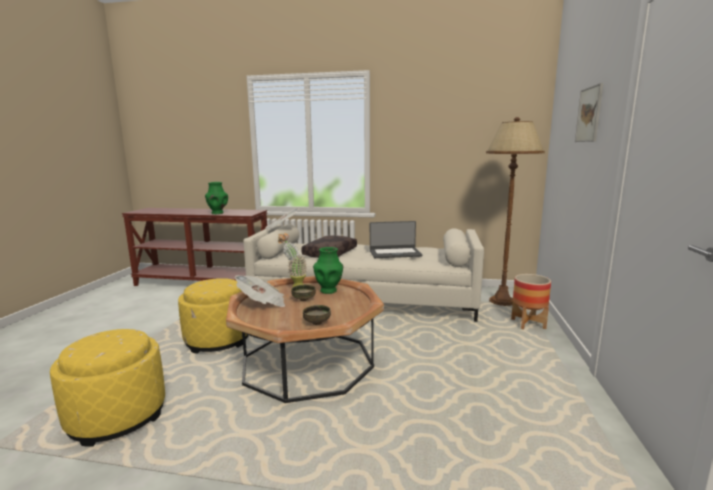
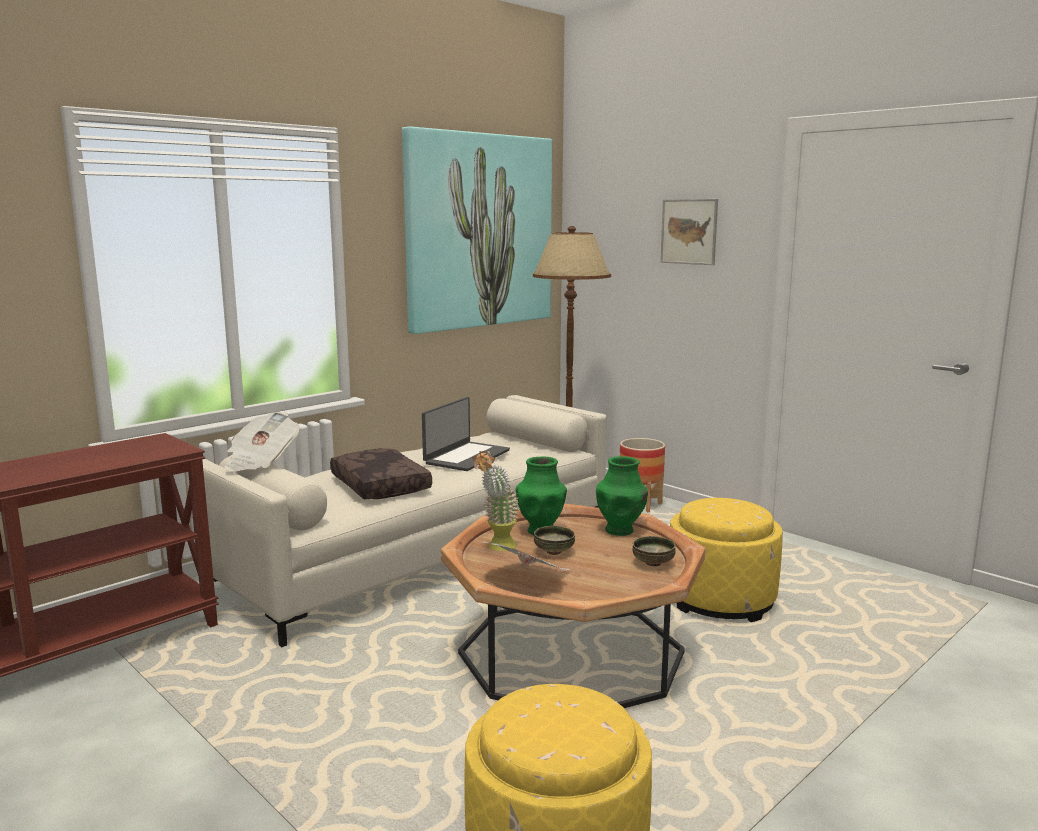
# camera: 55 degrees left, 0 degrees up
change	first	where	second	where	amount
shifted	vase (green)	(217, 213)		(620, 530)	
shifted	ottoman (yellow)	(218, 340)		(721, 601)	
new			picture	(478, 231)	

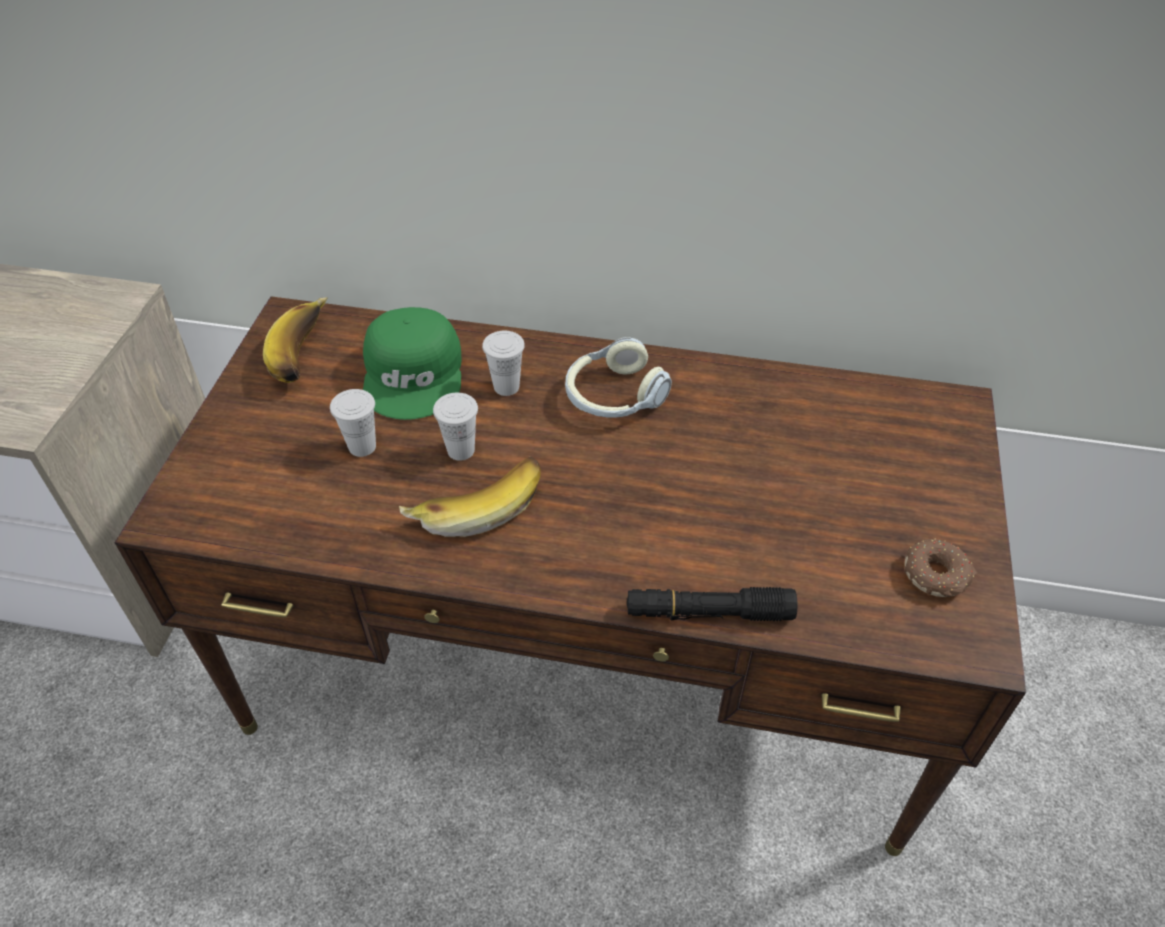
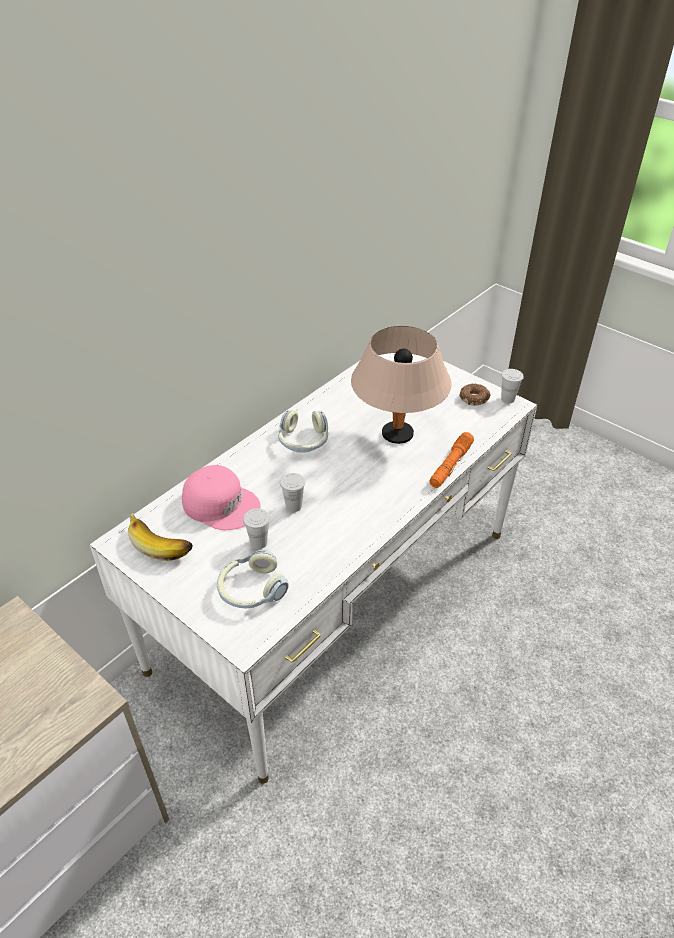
# camera: 60 degrees left, 5 degrees down
change	first	where	second	where	amount
repainted	desk (brown)	(584, 664)	desk (white)	(335, 599)	
repainted	cap (green)	(415, 374)	cap (pink)	(221, 504)	
shifted	cup (white)	(506, 387)		(507, 399)	
gone	banana	(476, 505)			
repainted	flashlight (black)	(708, 612)	flashlight (orange)	(450, 465)	
new			table lamp (beige)	(397, 435)	
new			headphones	(251, 590)	

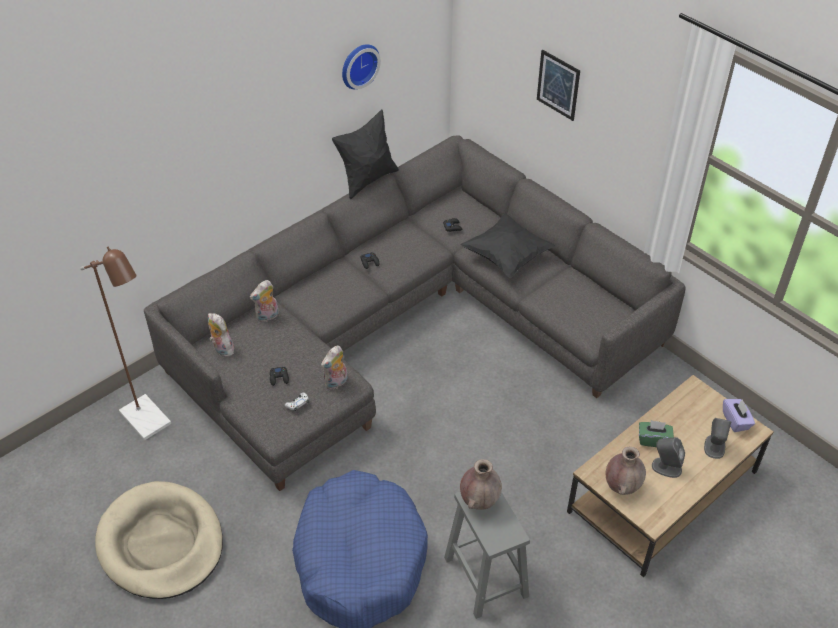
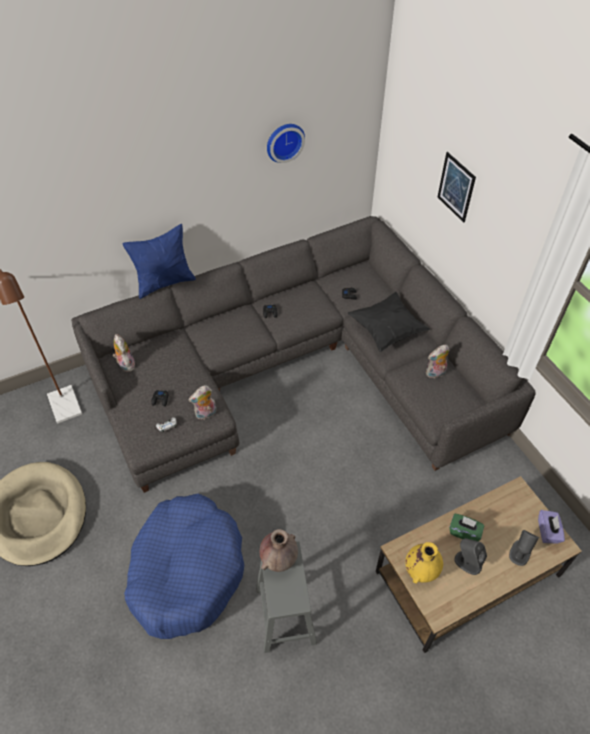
# camera: 15 degrees right, 5 degrees up
change	first	where	second	where	amount
gone	pillow (black)	(367, 179)			
shifted	plush toy	(267, 317)		(435, 374)	
repainted	vase (brown)	(622, 486)	vase (yellow)	(420, 571)	
new			pillow (blue)	(164, 283)	

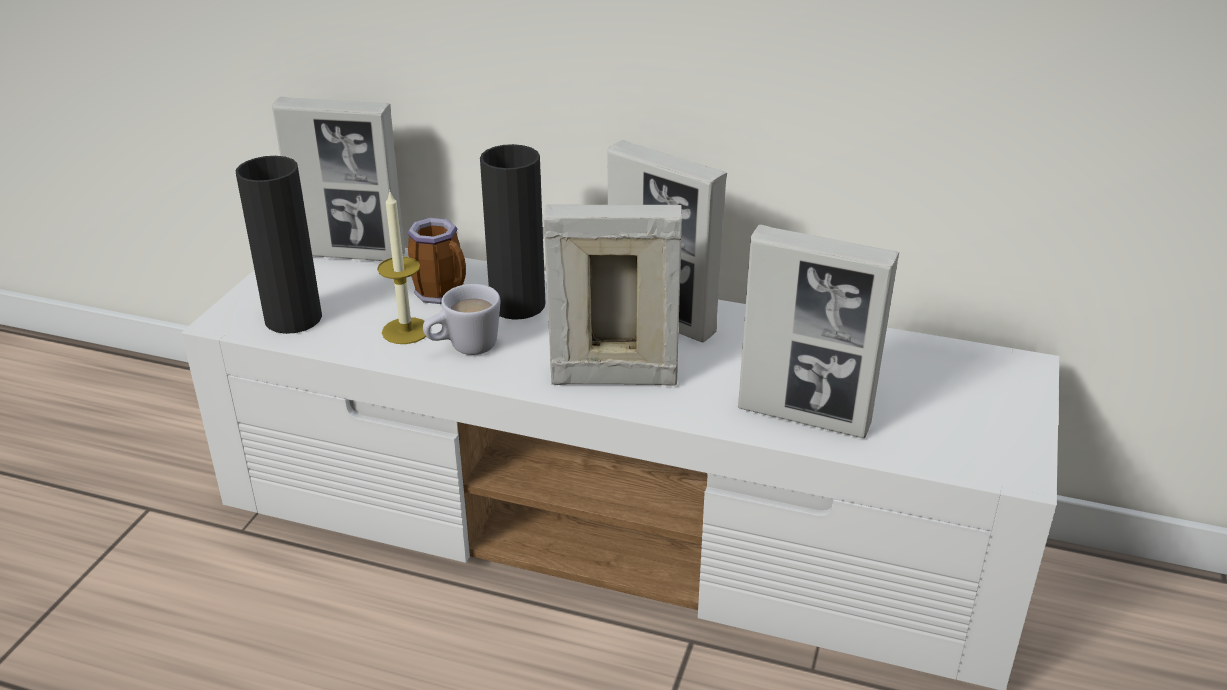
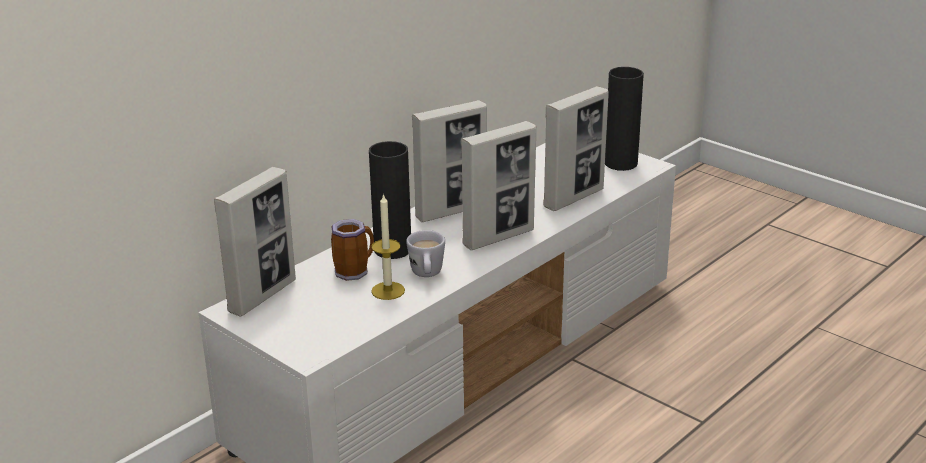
# camera: 65 degrees left, 5 degrees down
change	first	where	second	where	amount
shifted	vase (black)	(293, 318)		(621, 163)	
rotated	picture frame	(613, 378)		(498, 237)	150 degrees counterclockwise

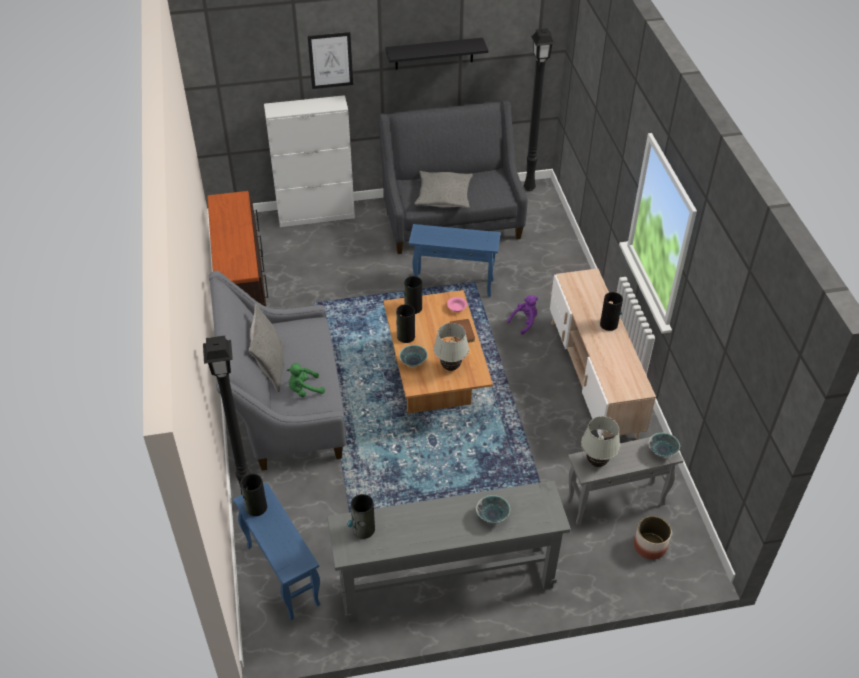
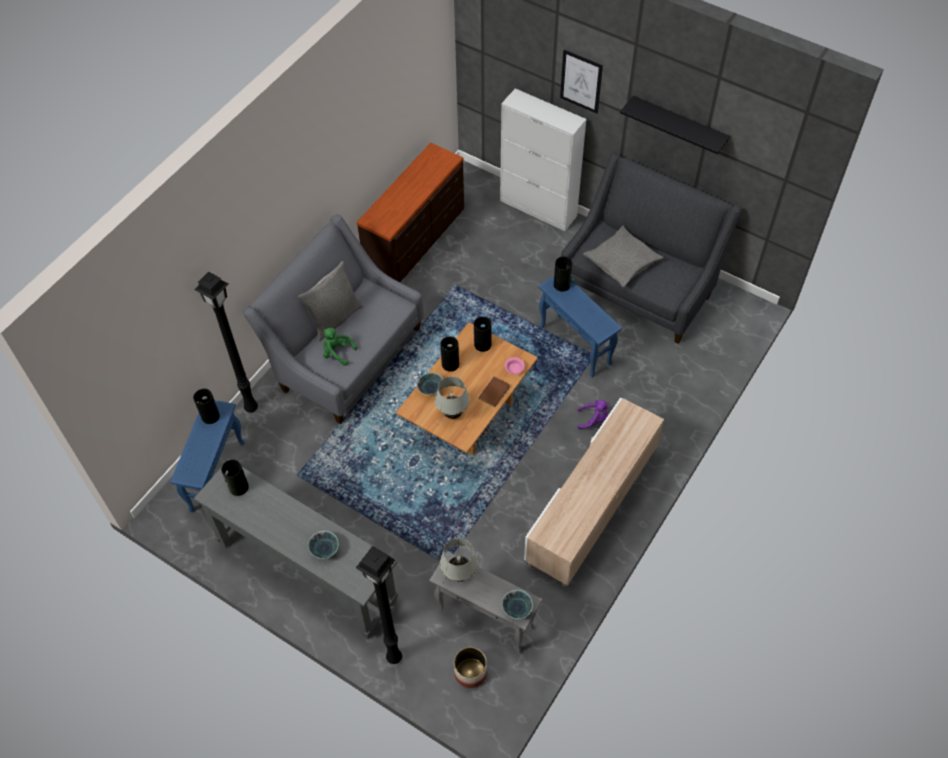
# camera: 45 degrees right, 10 degrees up
change	first	where	second	where	amount
shifted	floor lamp (black)	(529, 187)		(395, 657)	
shifted	vase	(609, 324)		(562, 284)	

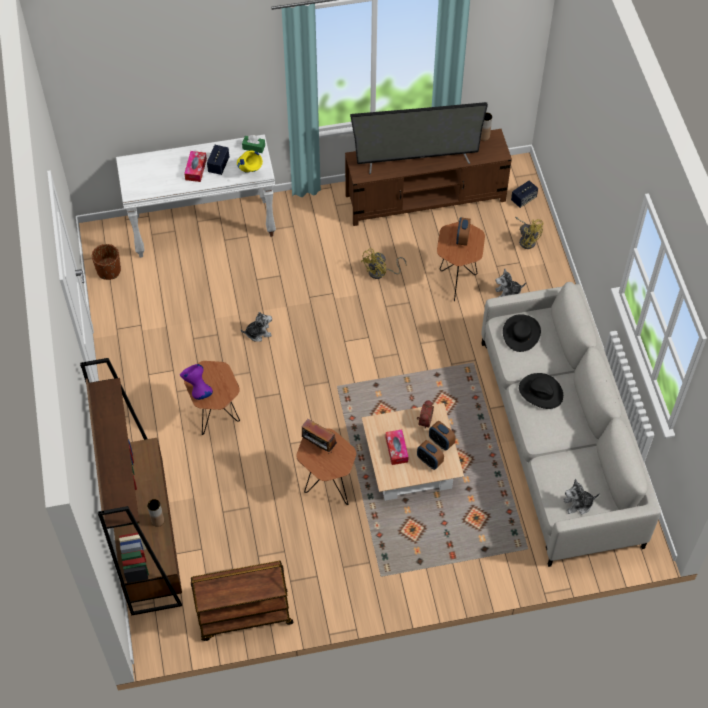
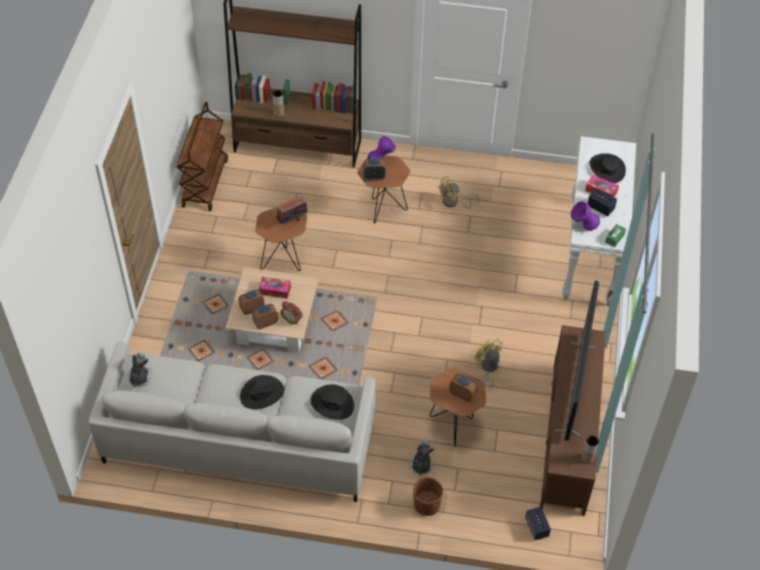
# camera: 110 degrees right, 5 degrees down
change	first	where	second	where	amount
repainted	vase (yellow)	(250, 173)	vase (purple)	(583, 227)	
shifted	fan (yellow)	(527, 239)		(453, 203)	
shifted	planter (brown)	(108, 270)		(427, 504)	
gone	plush toy	(258, 333)			
new			hat (black)	(607, 169)	
new			alarm clock	(374, 177)	

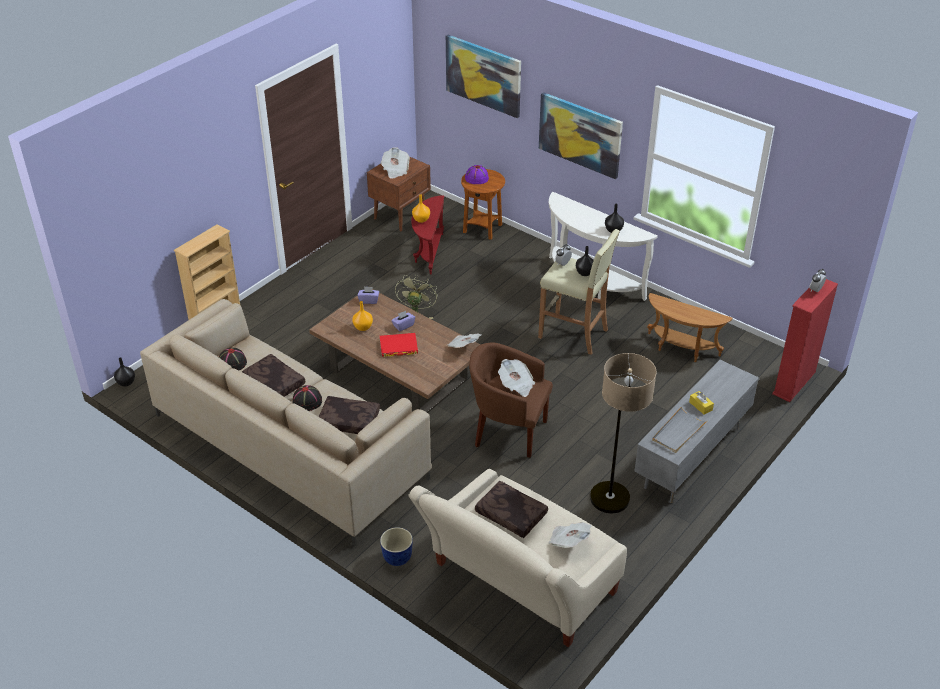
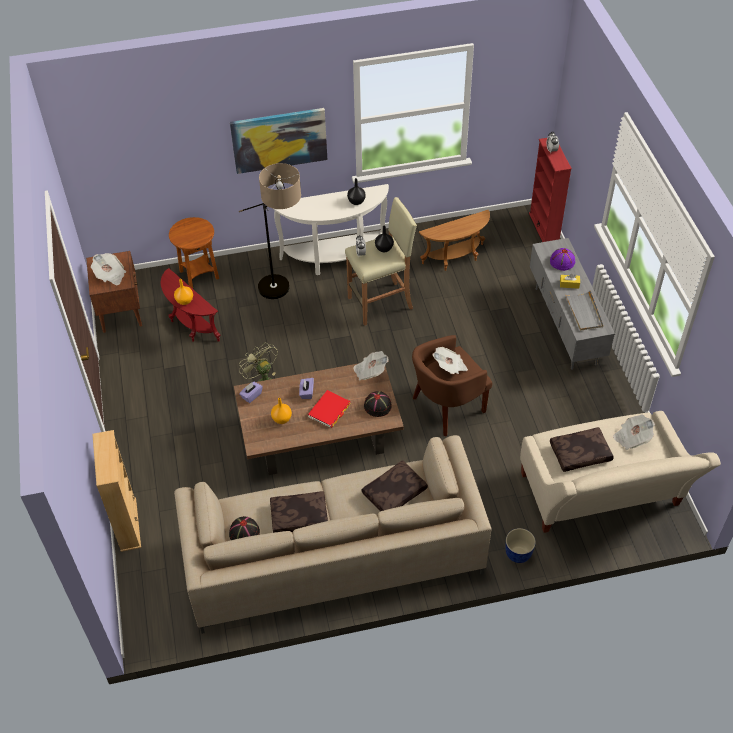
# camera: 50 degrees left, 10 degrees up
change	first	where	second	where	amount
gone	picture	(483, 75)			
shifted	hat (purple)	(476, 178)		(562, 262)	
shifted	floor lamp	(611, 510)		(283, 293)	
gone	vase (black)	(126, 382)			
shifted	hat (black)	(307, 401)		(377, 405)	

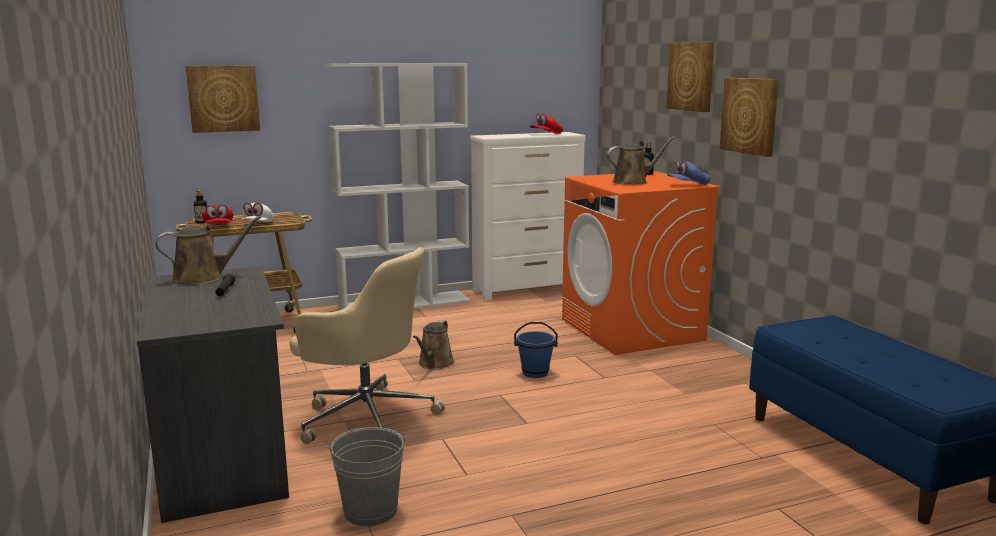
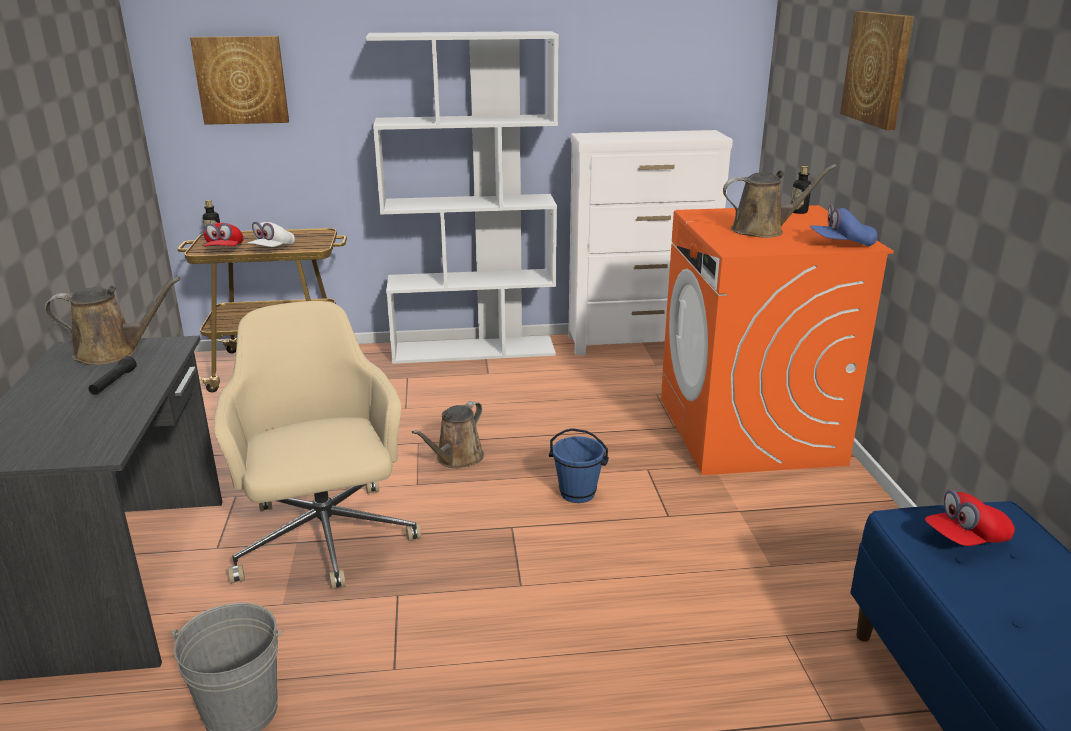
# camera: 15 degrees right, 10 degrees up
change	first	where	second	where	amount
gone	picture	(750, 115)			
shifted	cap (red)	(546, 134)		(965, 538)	
rotated	office chair (beige)	(366, 417)		(325, 541)	150 degrees counterclockwise

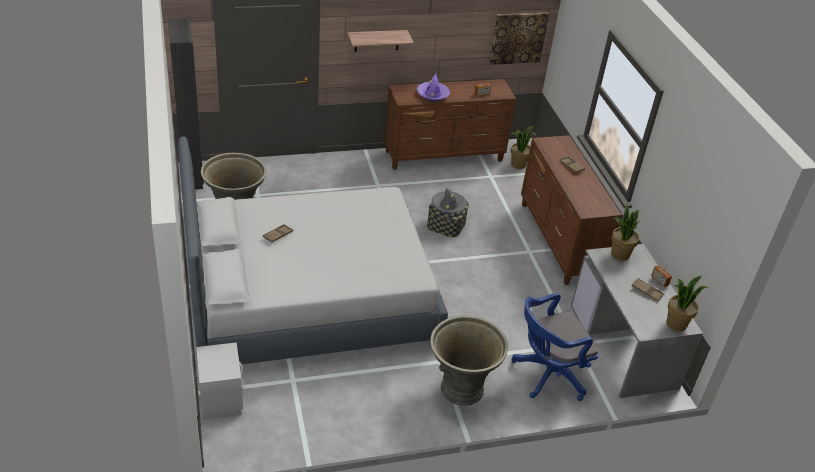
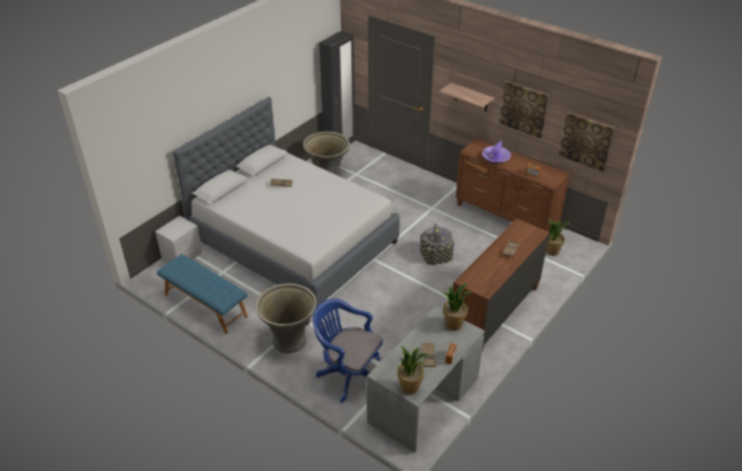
# camera: 55 degrees right, 0 degrees up
change	first	where	second	where	amount
new			picture	(524, 109)	
new			bench (blue)	(205, 305)	

